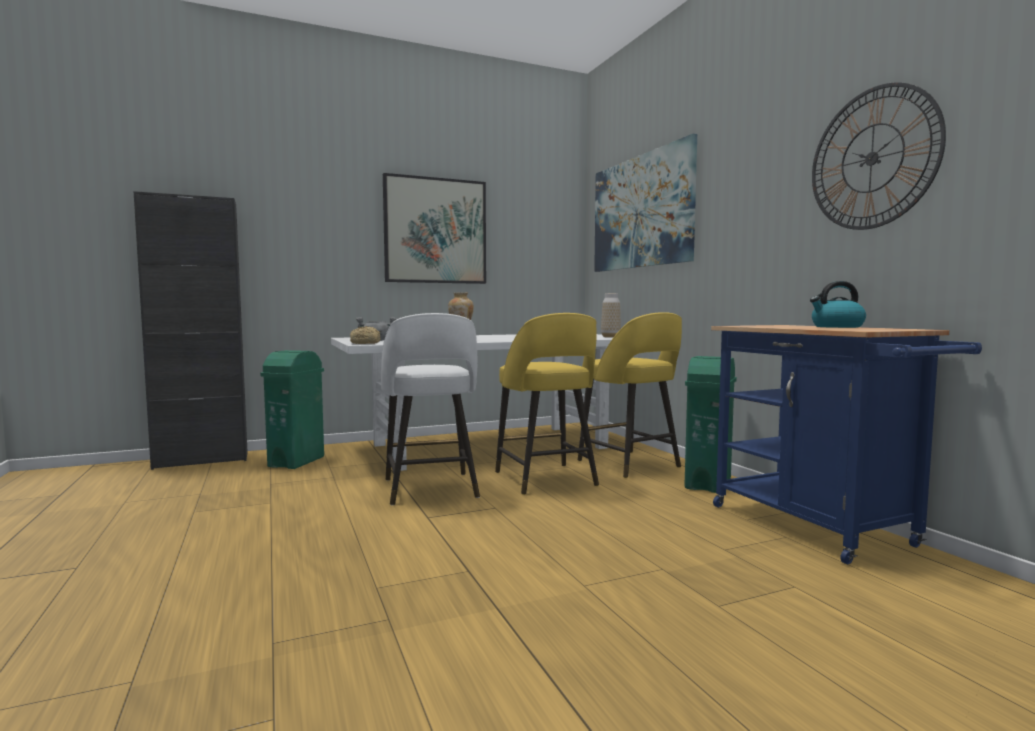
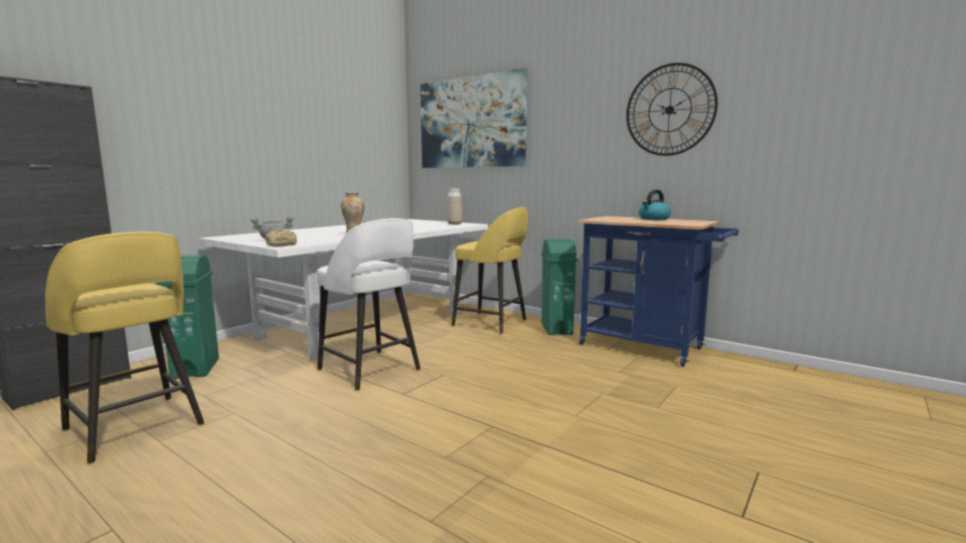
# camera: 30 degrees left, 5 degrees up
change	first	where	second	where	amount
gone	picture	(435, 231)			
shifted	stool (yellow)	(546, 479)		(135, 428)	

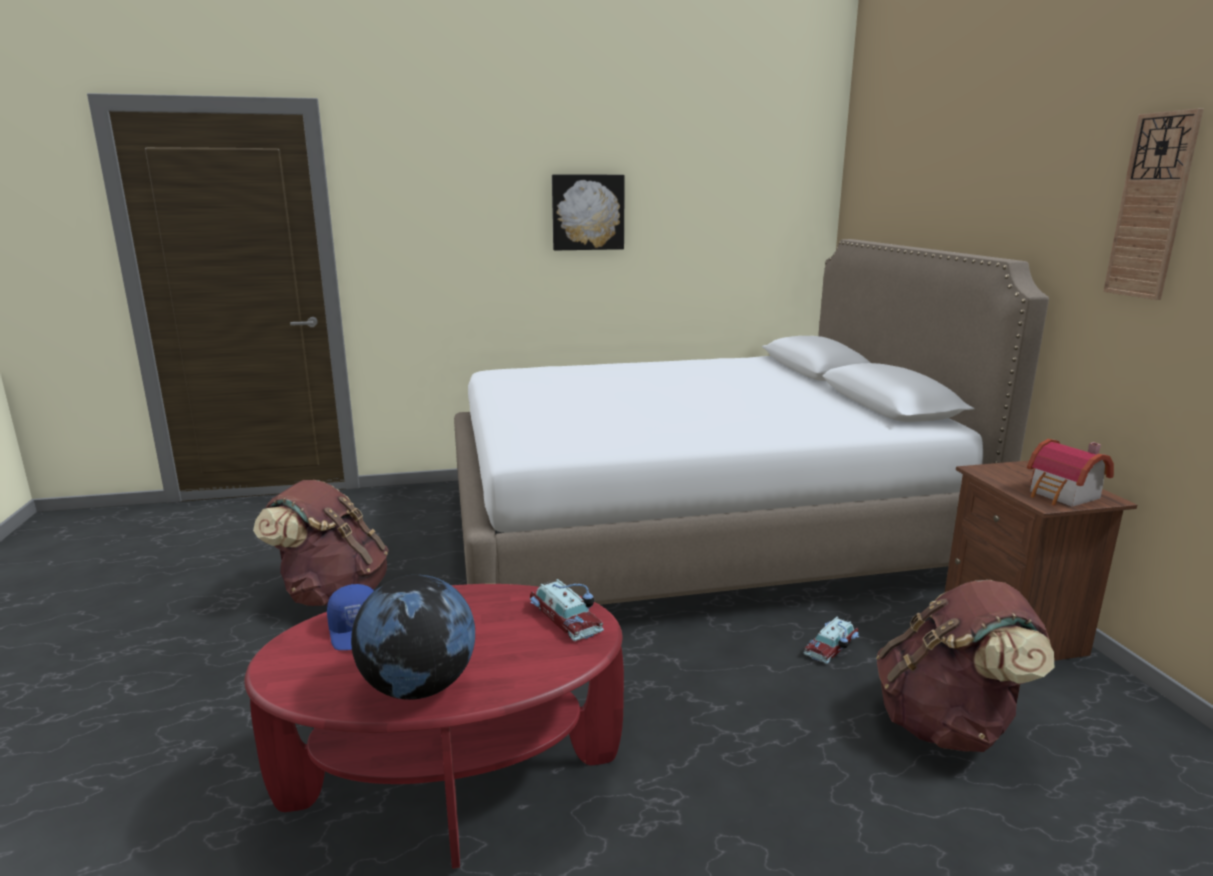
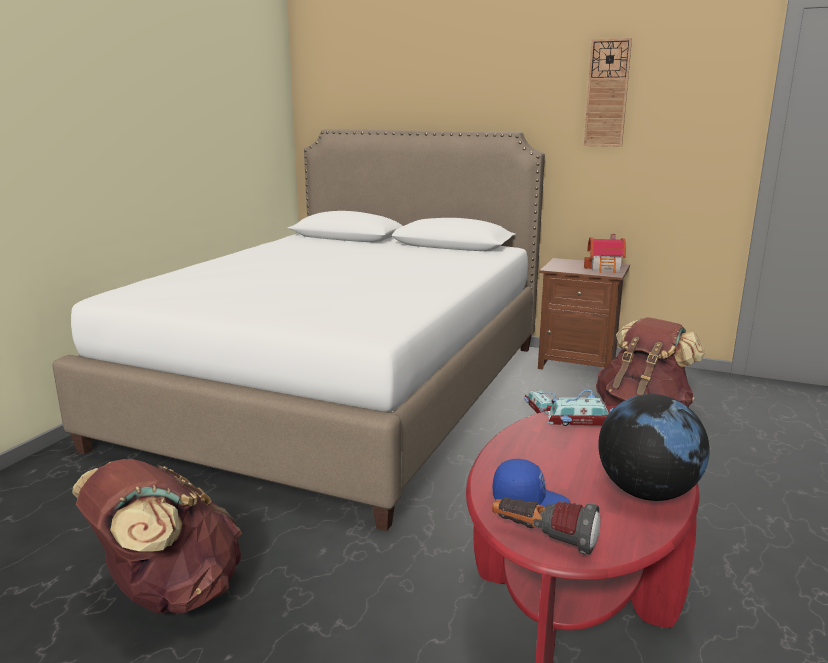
# camera: 55 degrees left, 0 degrees up
change	first	where	second	where	amount
gone	picture	(587, 212)			
new			flashlight	(543, 539)	

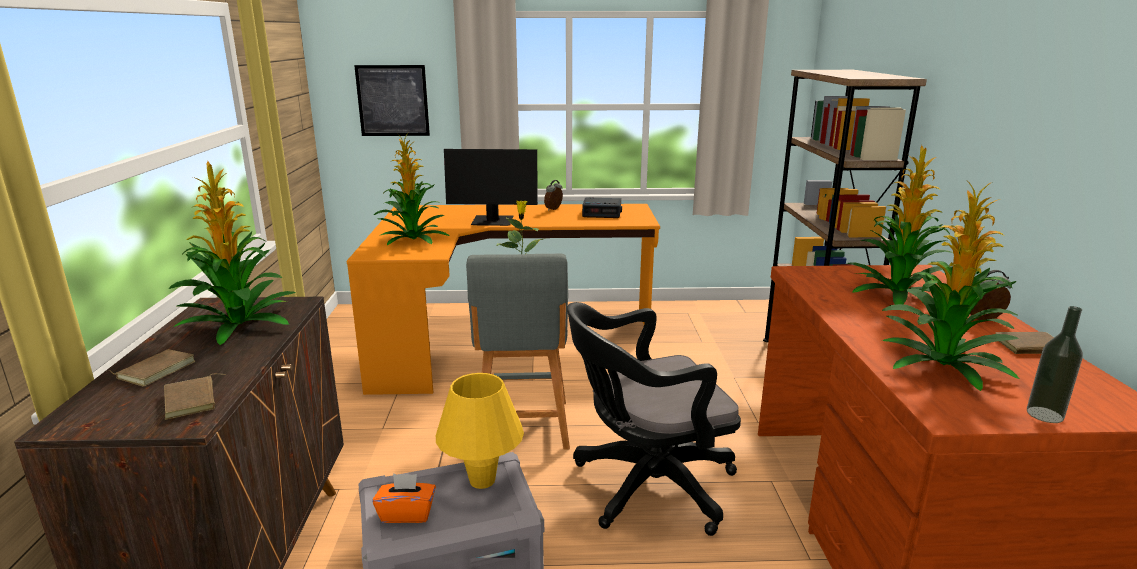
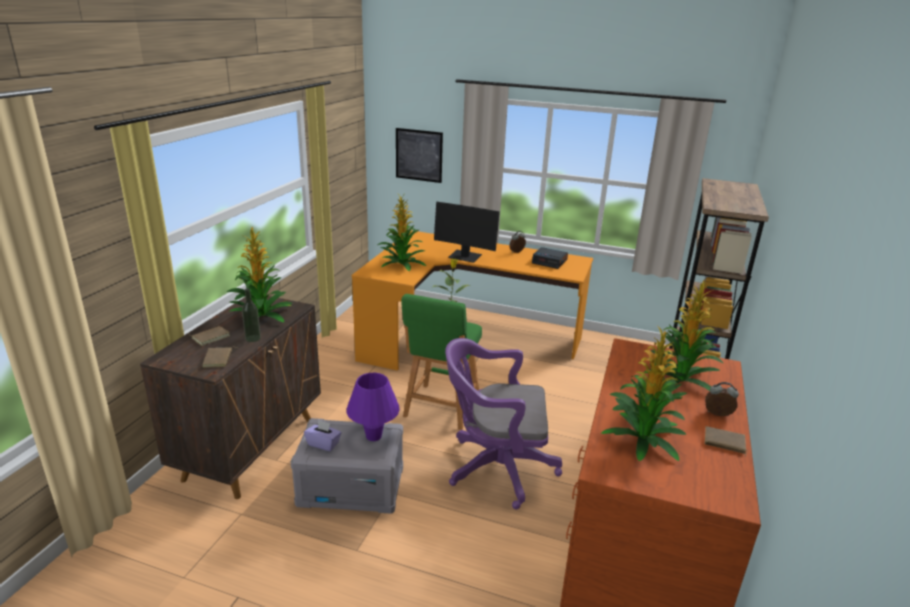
# camera: 20 degrees right, 5 degrees up
change	first	where	second	where	amount
repainted	stool (grey)	(523, 428)	stool (green)	(440, 409)	
repainted	office chair (black)	(646, 487)	office chair (purple)	(495, 468)	
shifted	bottle	(1044, 414)		(253, 338)	
repainted	table lamp (yellow)	(482, 480)	table lamp (purple)	(373, 436)	
repainted	tissue box (orange)	(407, 513)	tissue box (purple)	(323, 444)	

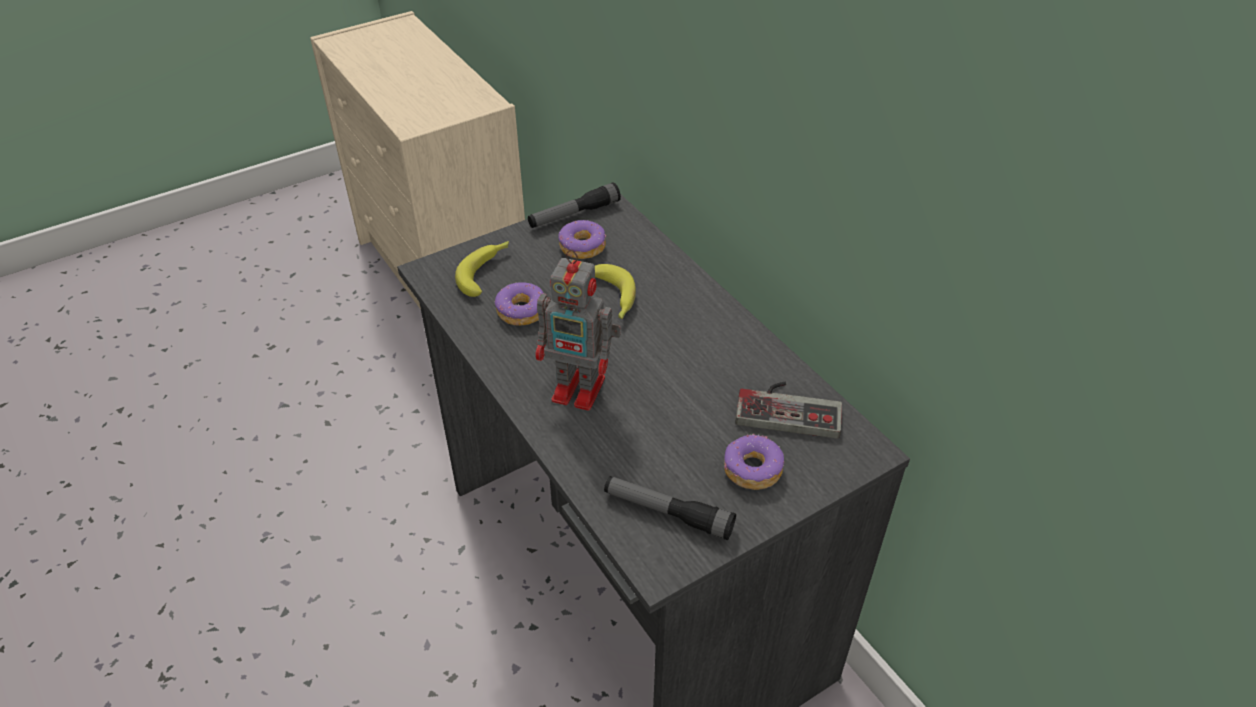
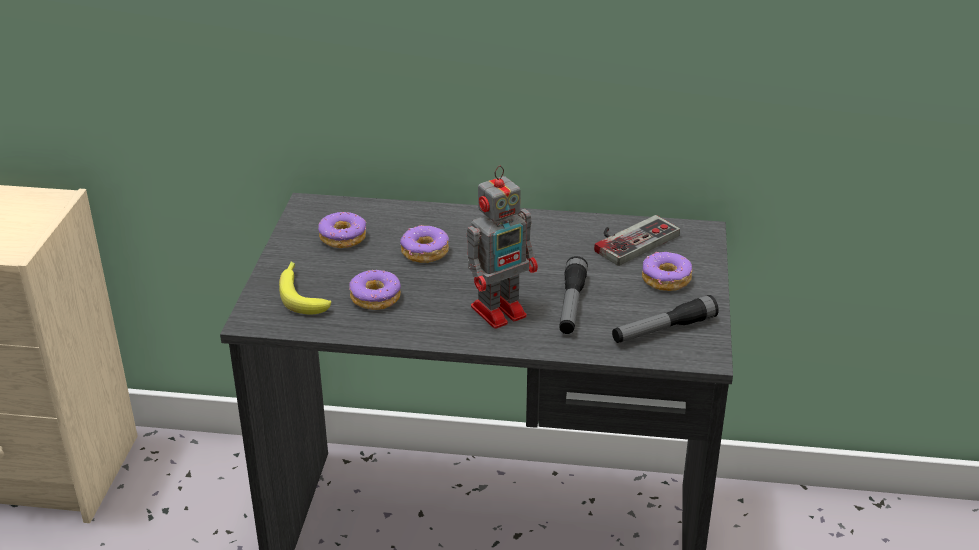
# camera: 50 degrees left, 10 degrees down
change	first	where	second	where	amount
shifted	flashlight	(574, 214)		(571, 304)	
swapped	banana	(614, 299)	donut	(424, 252)	

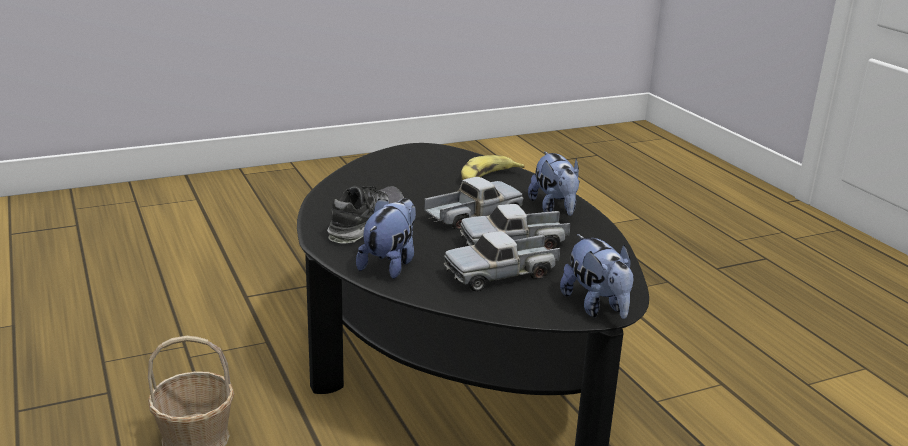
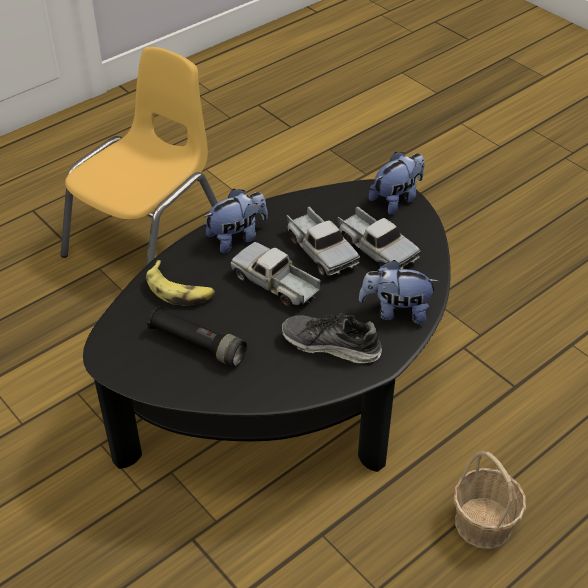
# camera: 105 degrees left, 20 degrees up
change	first	where	second	where	amount
new			chair (yellow)	(148, 241)	
new			flashlight (black)	(197, 345)	

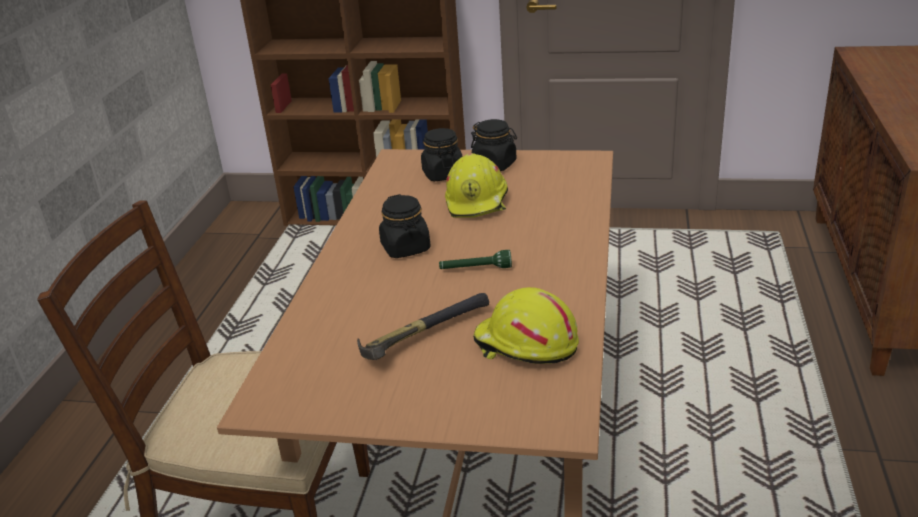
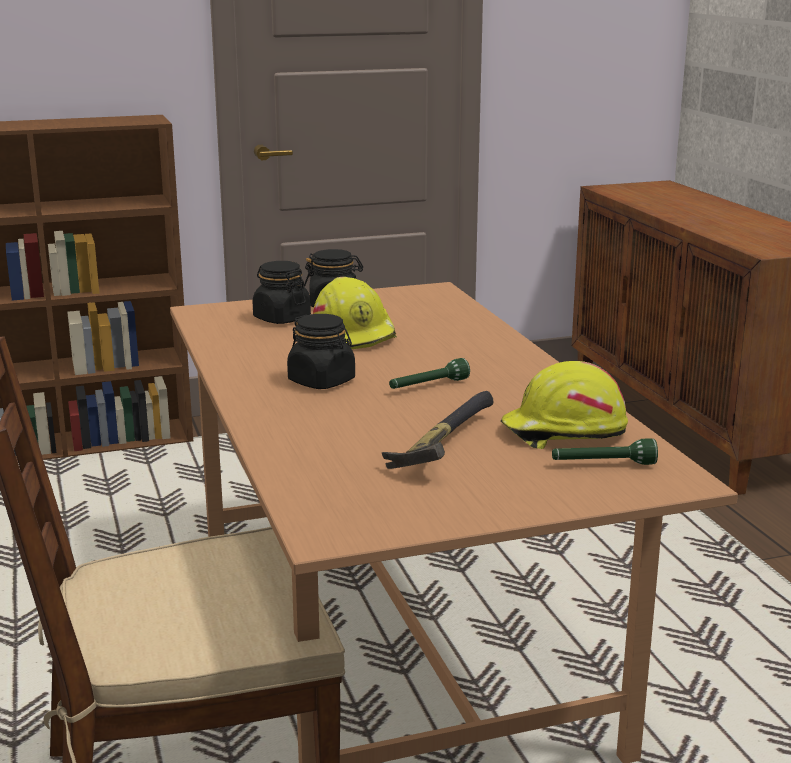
# camera: 30 degrees left, 10 degrees down
change	first	where	second	where	amount
new			flashlight (green)	(602, 464)	

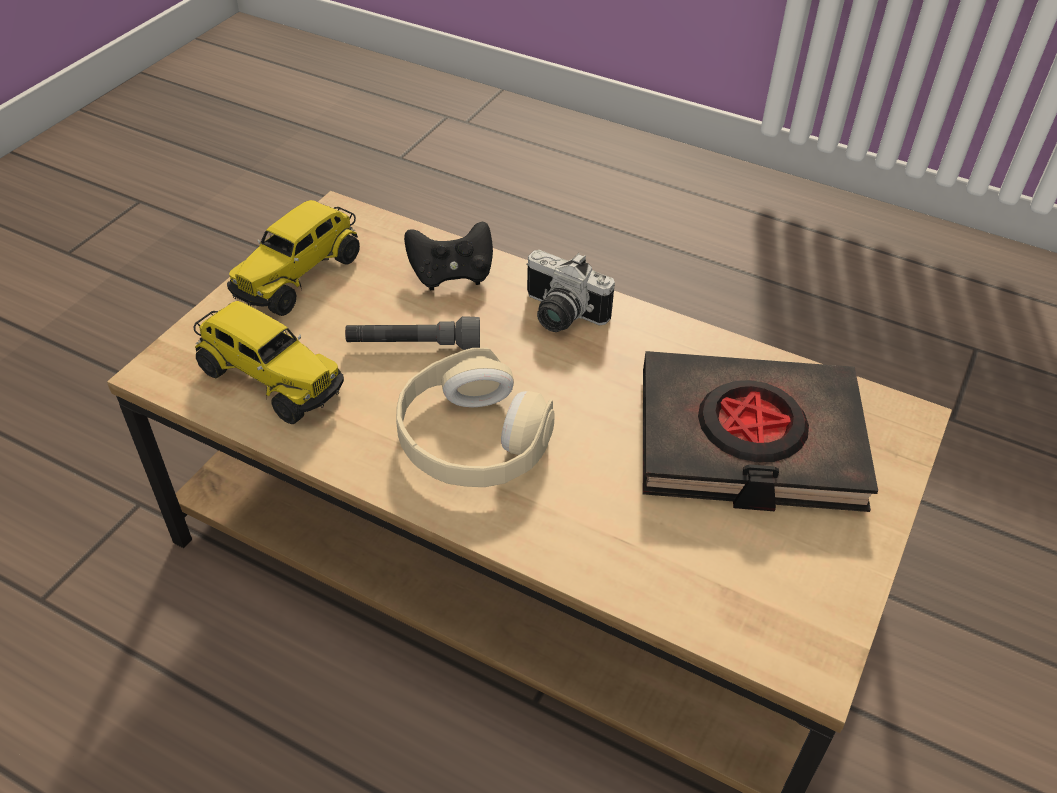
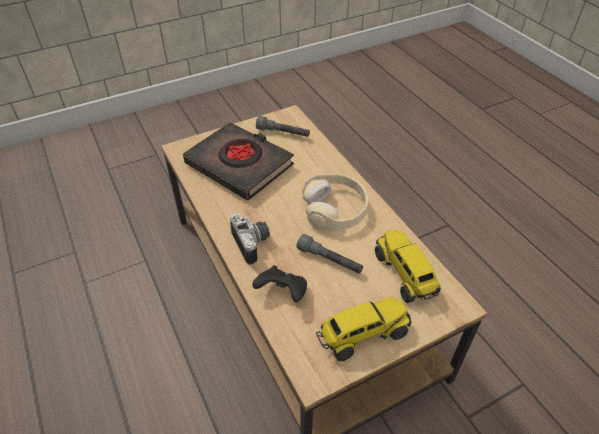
# camera: 145 degrees left, 0 degrees up
change	first	where	second	where	amount
new			flashlight (grey)	(283, 133)	

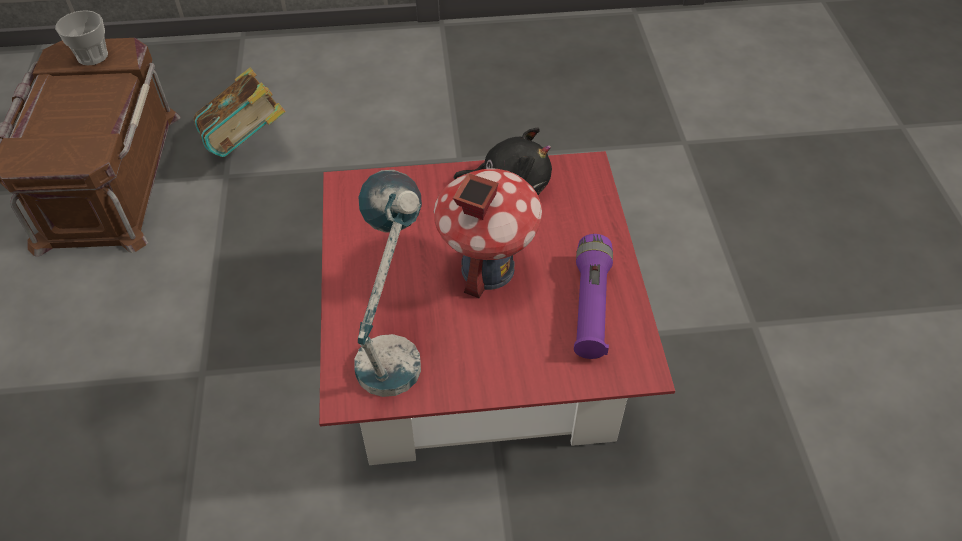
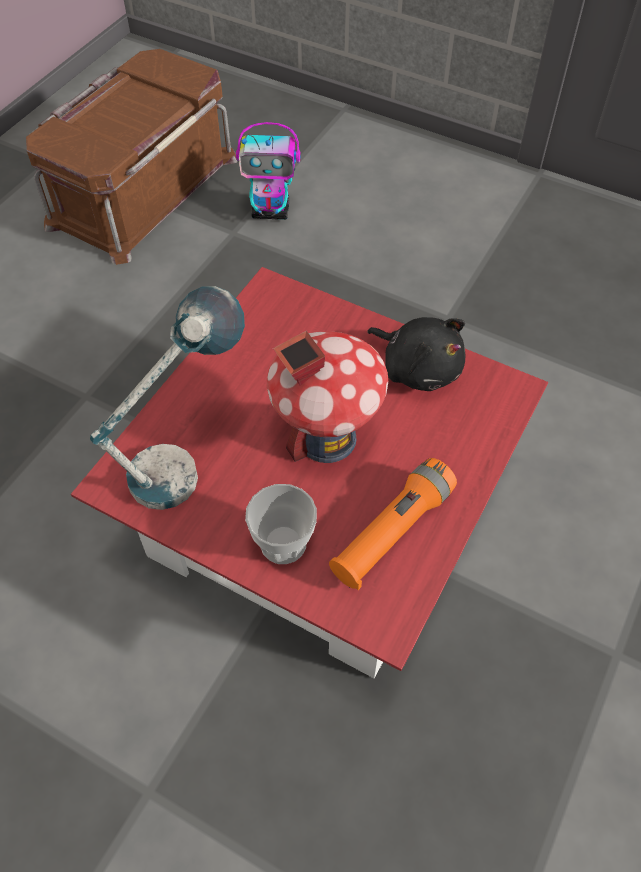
# camera: 35 degrees right, 5 degrees up
change	first	where	second	where	amount
shifted	cup	(92, 56)		(283, 543)	
swapped	book	(246, 144)	toy robot	(271, 211)	
repainted	flashlight (purple)	(590, 306)	flashlight (orange)	(392, 532)	

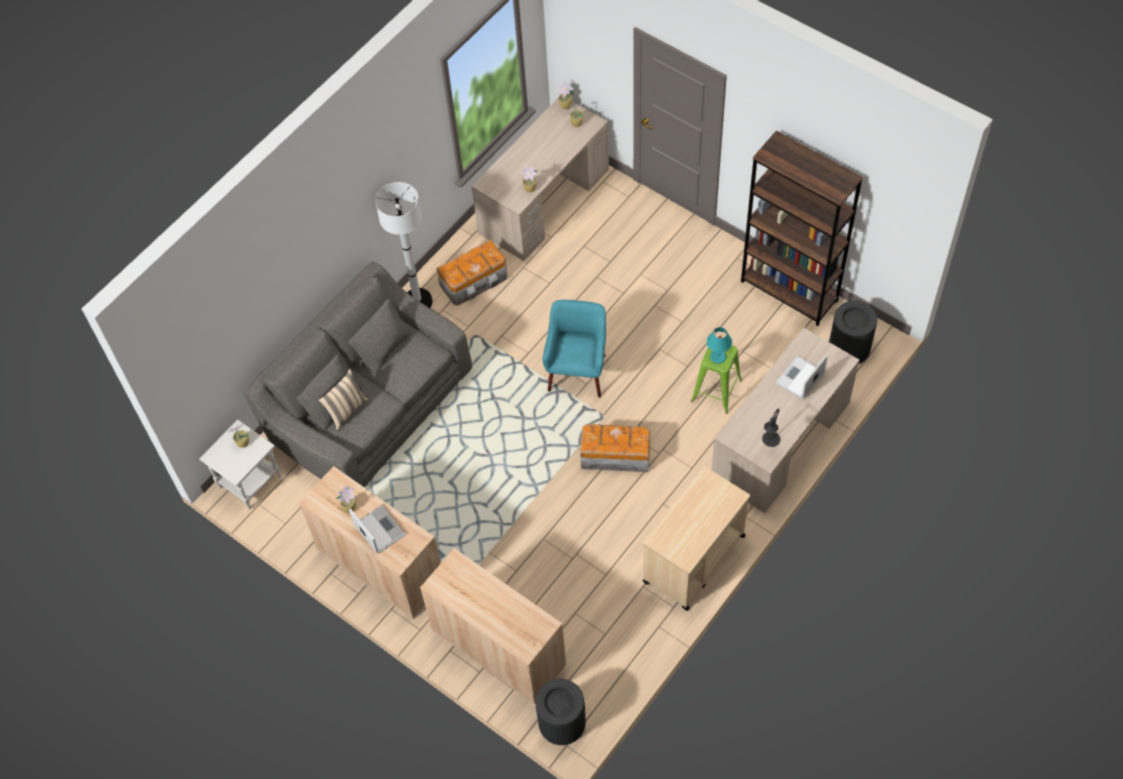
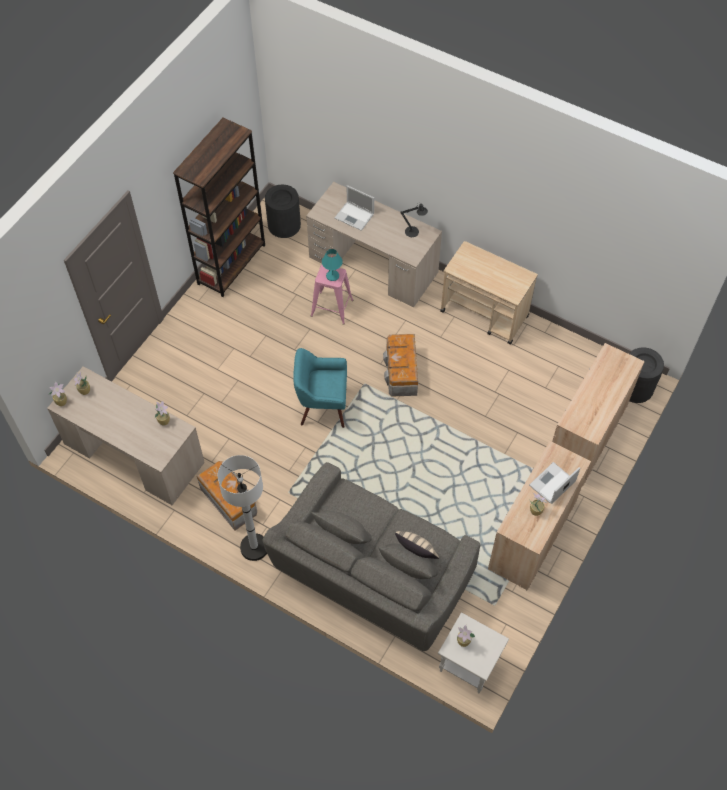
# camera: 100 degrees left, 0 degrees up
change	first	where	second	where	amount
repainted	stool (green)	(716, 391)	stool (pink)	(332, 308)	

